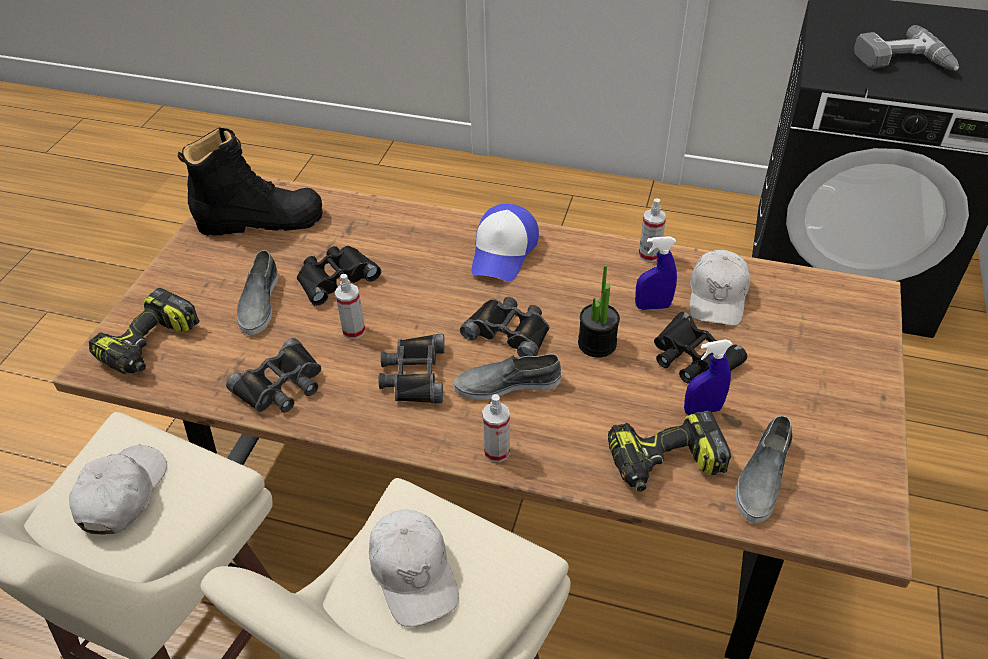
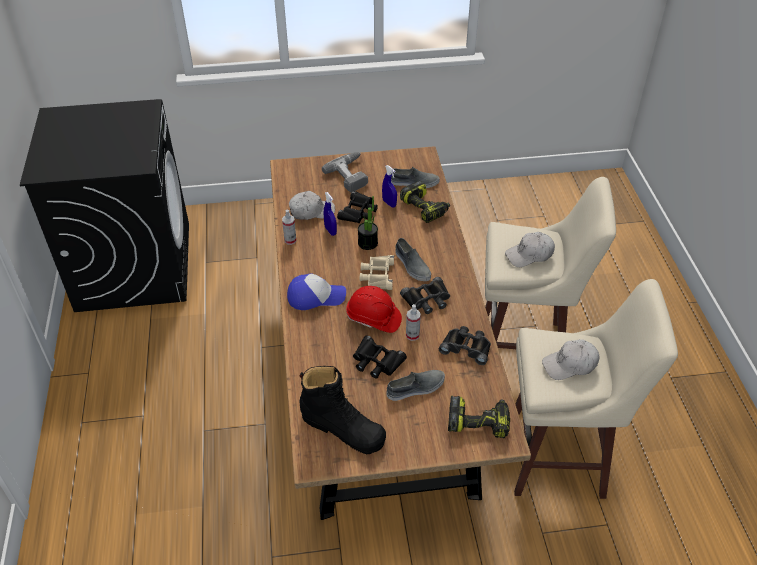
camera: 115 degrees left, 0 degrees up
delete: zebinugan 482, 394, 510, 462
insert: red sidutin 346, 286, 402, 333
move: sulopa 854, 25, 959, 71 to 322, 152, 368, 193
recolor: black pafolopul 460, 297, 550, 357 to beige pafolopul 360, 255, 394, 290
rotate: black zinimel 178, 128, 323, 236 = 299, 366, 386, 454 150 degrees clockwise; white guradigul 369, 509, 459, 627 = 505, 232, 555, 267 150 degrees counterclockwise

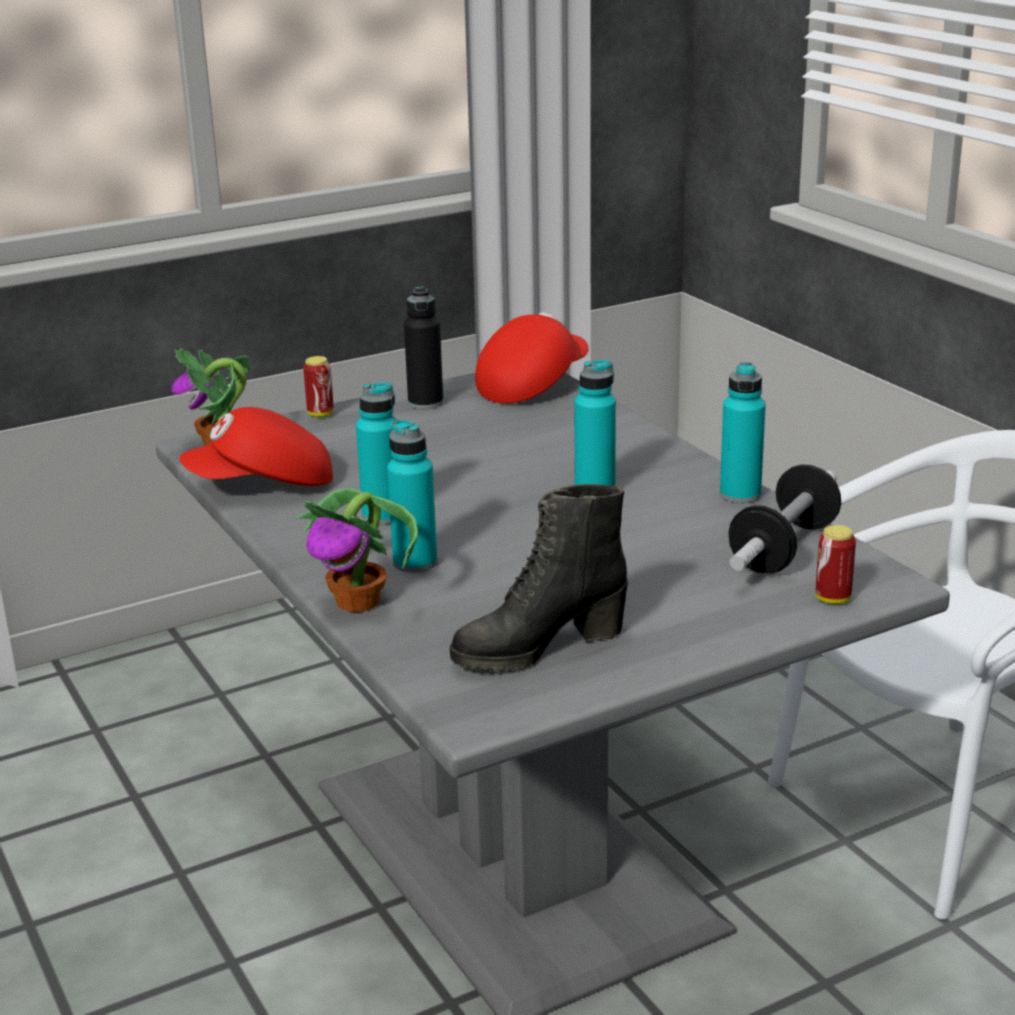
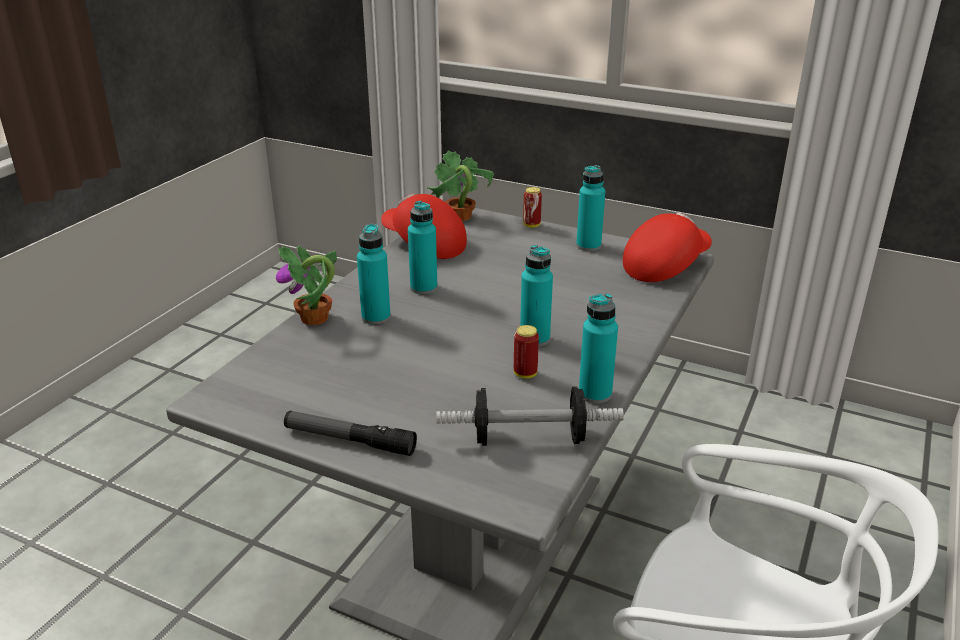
camera: 55 degrees right, 5 degrees up
delete: black zinimel 450, 484, 628, 671
insert: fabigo 284, 411, 417, 456
move: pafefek 816, 525, 856, 604 to 514, 325, 539, 379
recolor: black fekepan 404, 287, 443, 409 to turquoise fekepan 576, 165, 605, 251
rotate: red guradigul 475, 312, 589, 404 = 623, 213, 712, 282 45 degrees counterclockwise

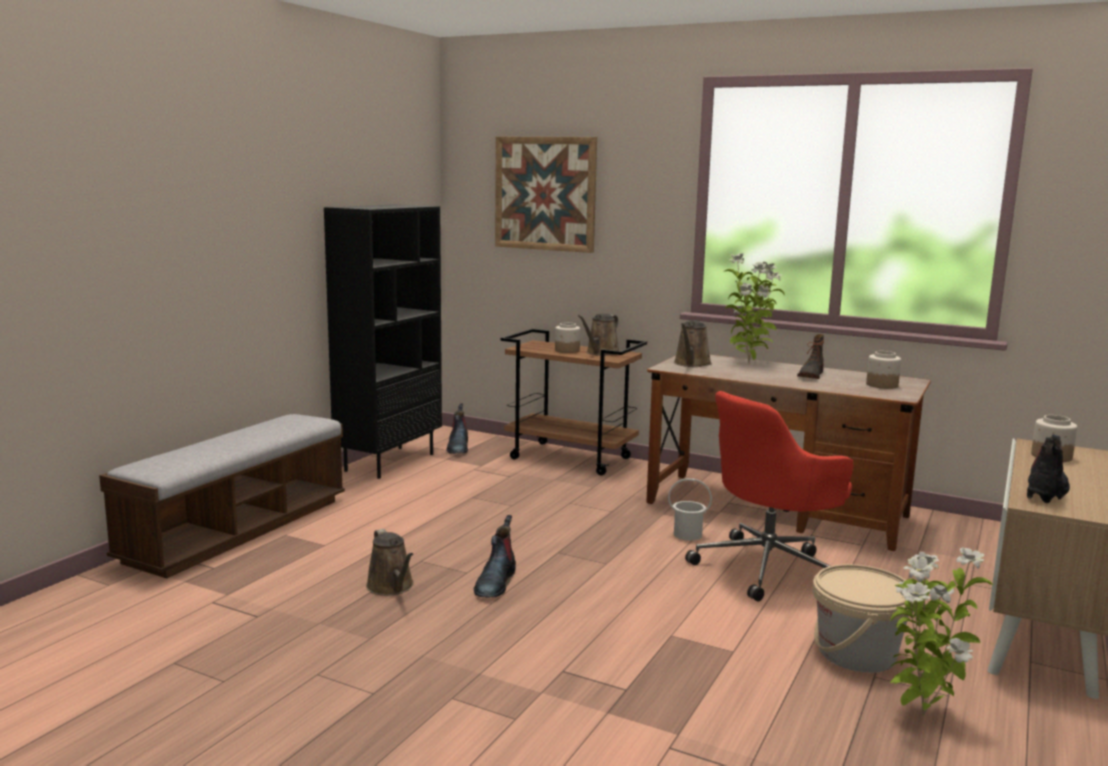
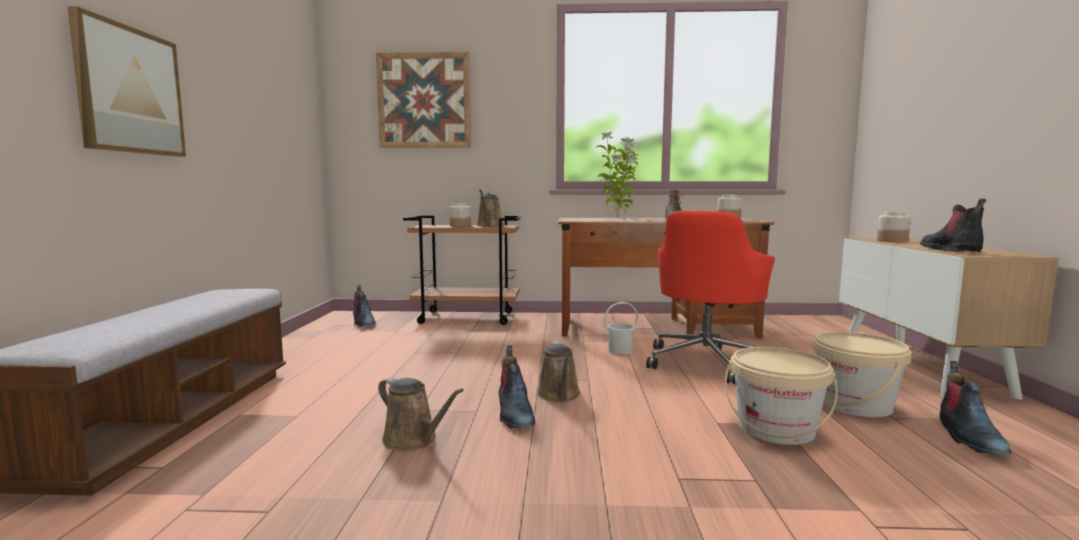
camera: 25 degrees left, 5 degrees down
delete: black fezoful 324, 204, 442, 479
insert: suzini 67, 6, 186, 157; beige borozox 725, 347, 838, 445
move: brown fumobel 674, 320, 712, 367 to 537, 342, 581, 402
replace: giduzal 890, 547, 994, 716 to zinimel 939, 361, 1012, 455

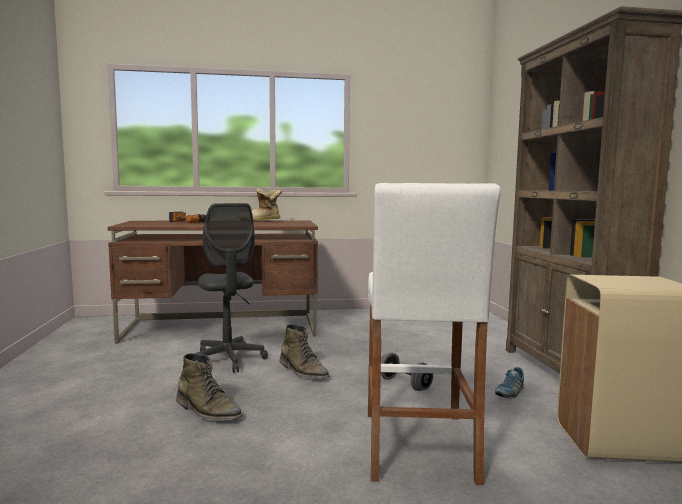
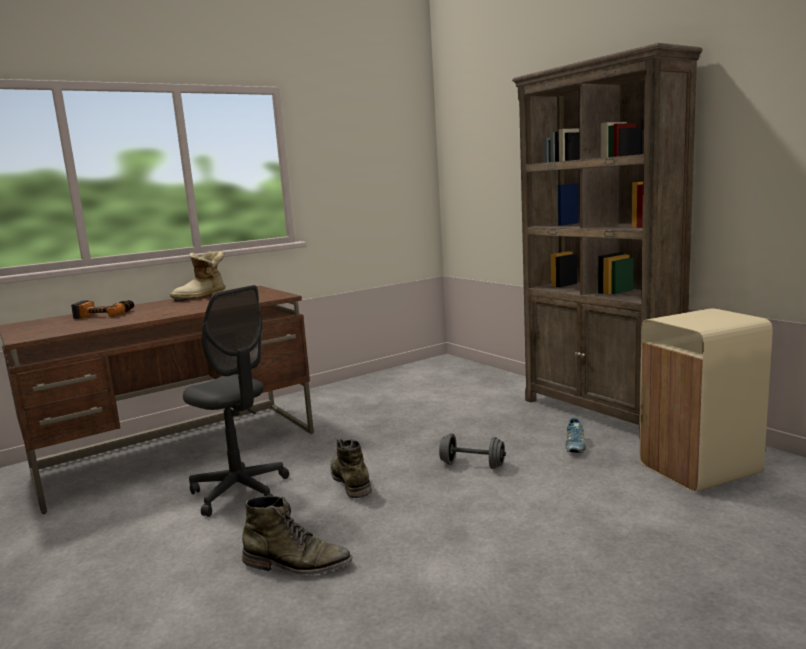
camera: 25 degrees left, 5 degrees up
delete: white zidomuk 368, 183, 500, 485
rotate: green zinimel 280, 324, 330, 379 = 330, 439, 372, 498 135 degrees counterclockwise

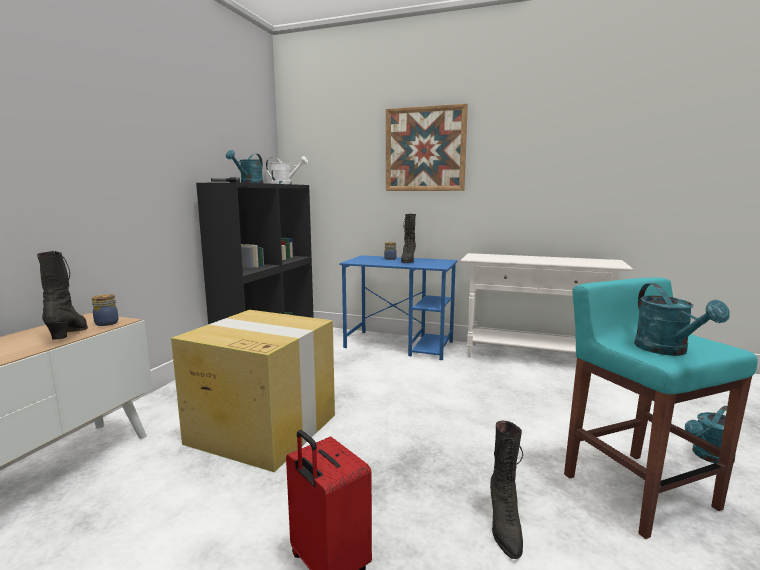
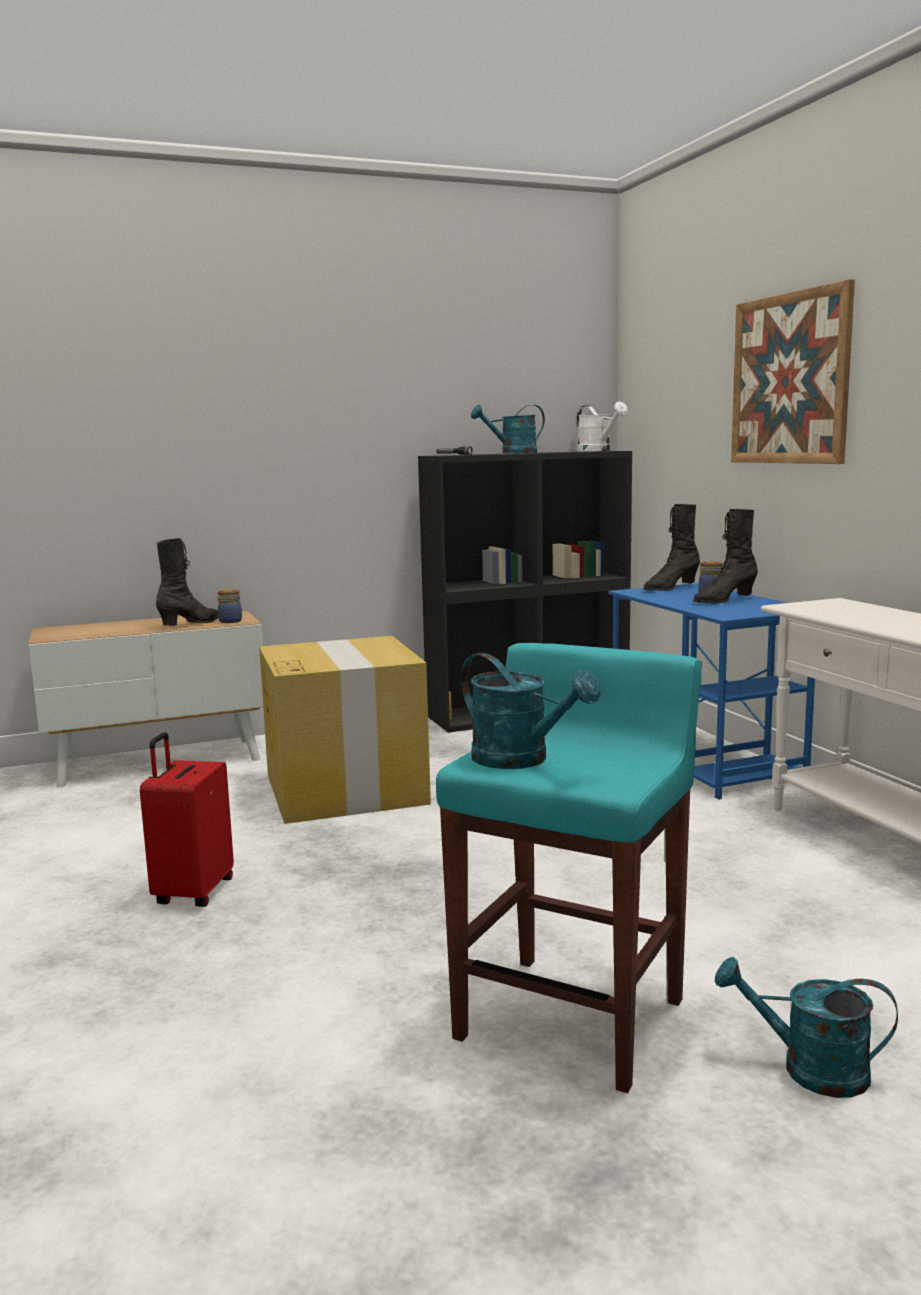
camera: 50 degrees right, 0 degrees up
move: black zinimel 490, 421, 523, 559 to 643, 504, 700, 591
rotate: turquoise fumobel 634, 283, 730, 356 = 461, 653, 601, 769 90 degrees counterclockwise

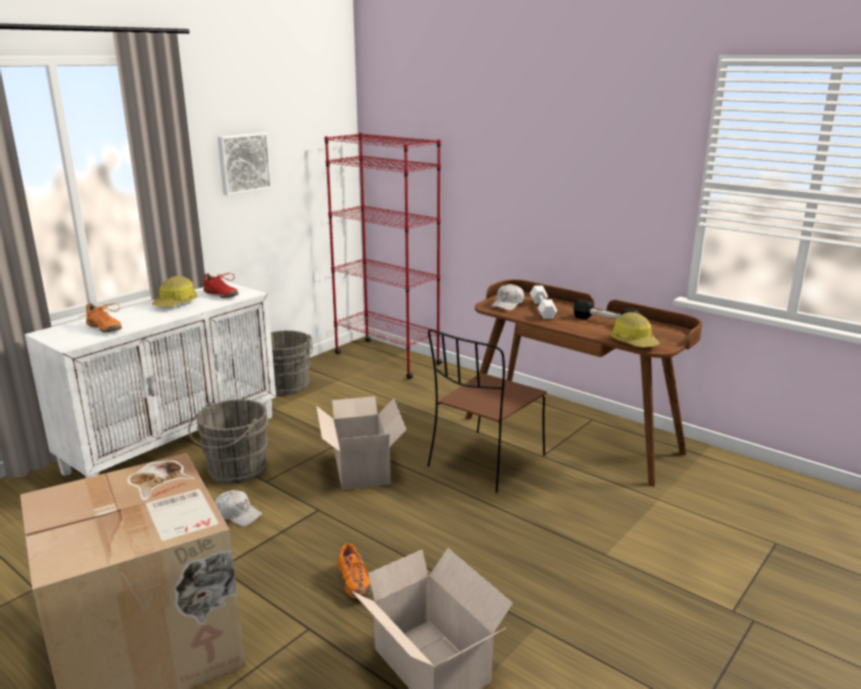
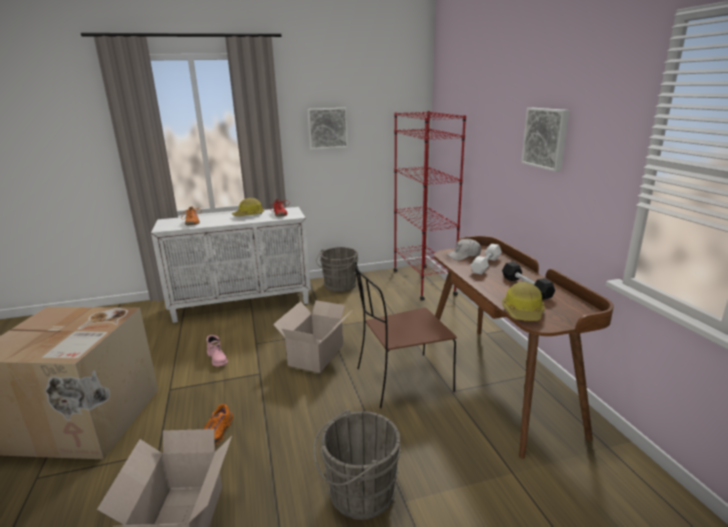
camera: 35 degrees right, 0 degrees up
insert: suzini 521, 108, 569, 172
move: grey borozox 188, 399, 268, 484 to 314, 410, 401, 520
replace: white guradigul 215, 490, 263, 526 to pink zinimel 206, 335, 228, 366

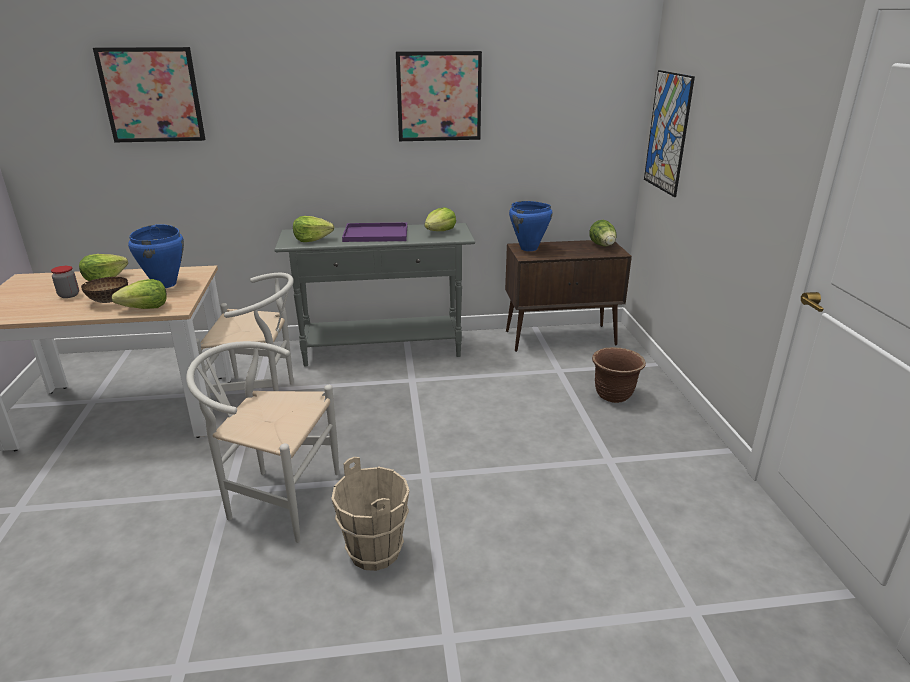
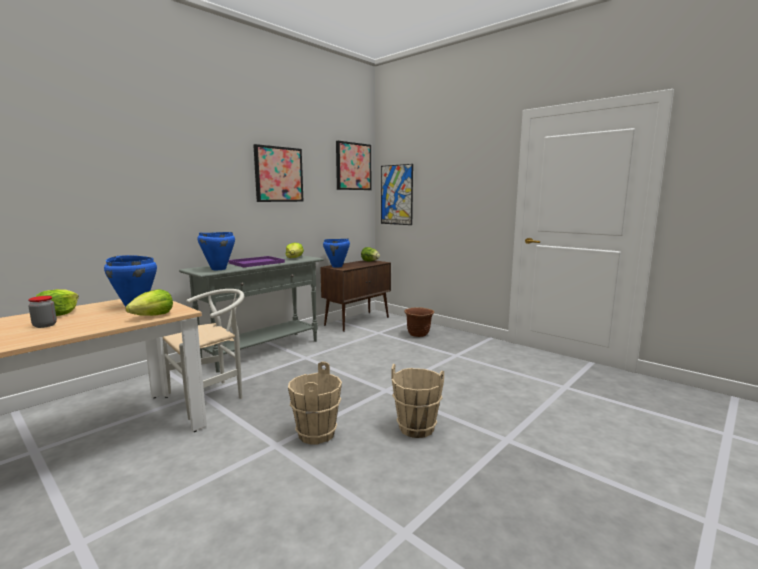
camera: 40 degrees left, 15 degrees down
delete: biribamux 81, 277, 128, 303
move: suzini 93, 47, 205, 143 to 336, 141, 371, 190
replace: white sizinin 186, 341, 339, 543 to beige borozox 288, 362, 342, 444; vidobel 293, 216, 334, 242 to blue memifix 197, 232, 235, 270

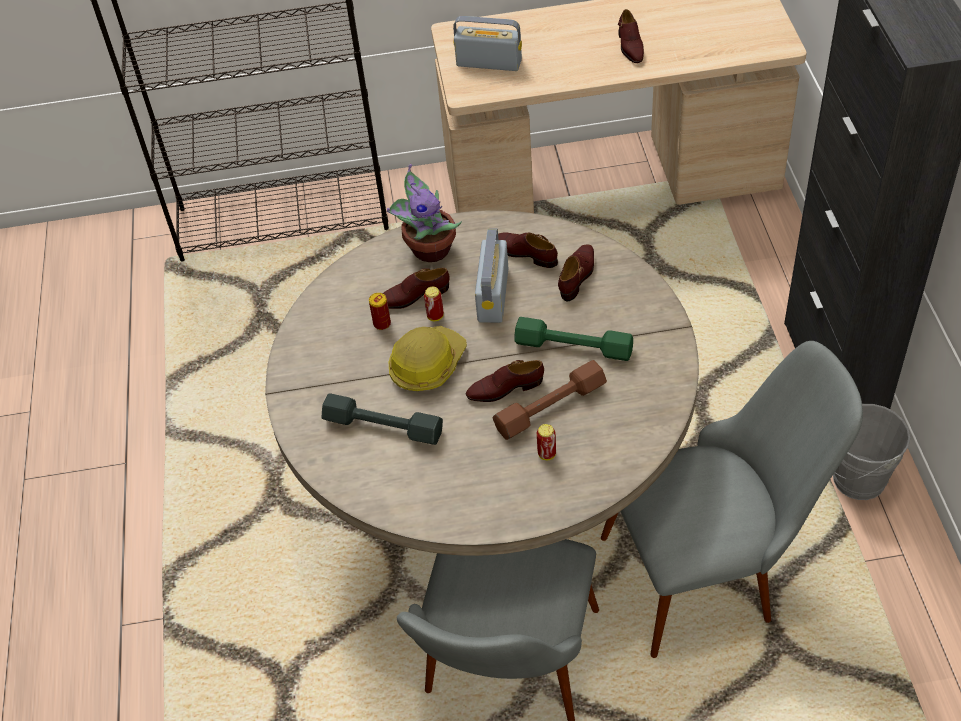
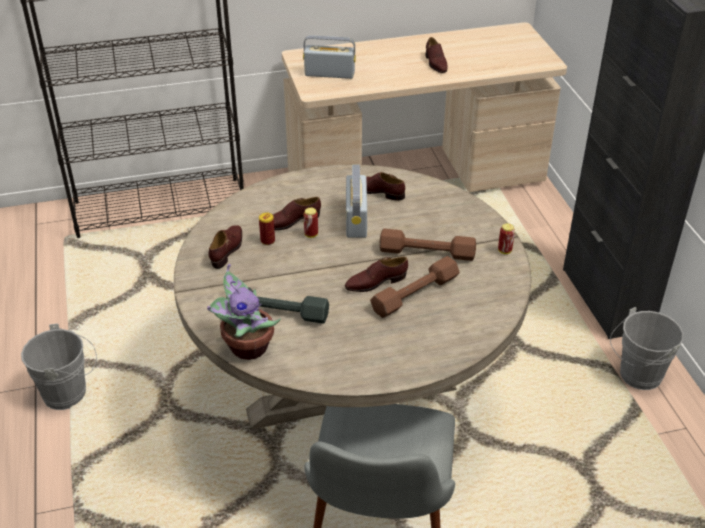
camera: 10 degrees left, 10 degrees down
delete: sidutin 389, 326, 467, 391; grey sizinin 601, 341, 863, 658
insert: grey borozox 21, 324, 97, 410
move: giduzal 387, 164, 462, 262 to 207, 264, 281, 360; pafefek 537, 424, 556, 460 to 498, 223, 515, 254; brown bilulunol 558, 245, 594, 301 to 208, 225, 242, 269
recolor: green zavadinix 514, 317, 633, 361 to brown zavadinix 379, 229, 476, 261

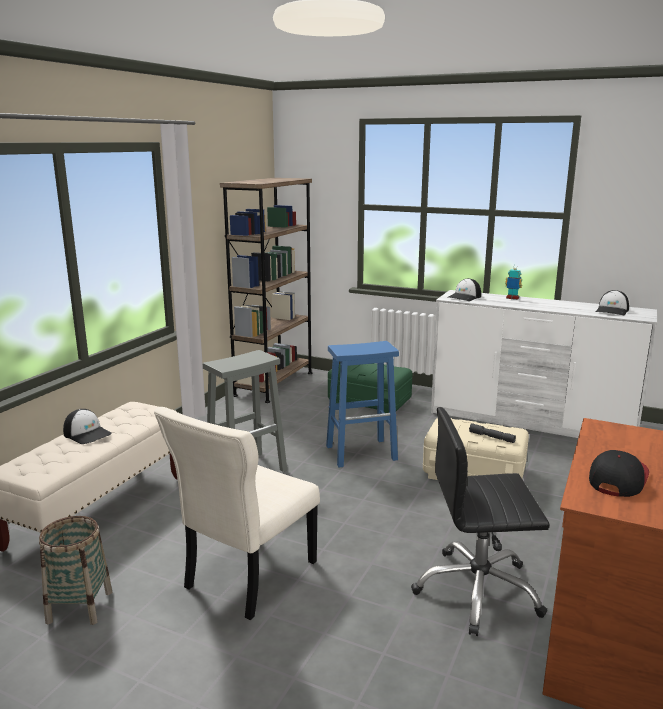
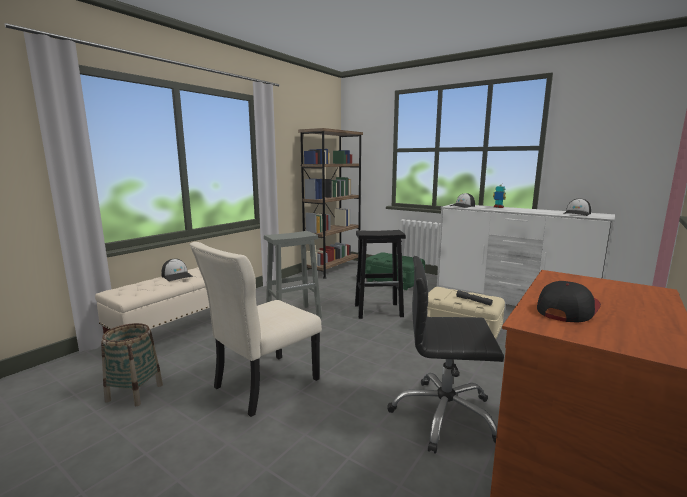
camera: 10 degrees right, 5 degrees down
recolor: blue zidomuk 326, 341, 399, 468 to black zidomuk 355, 230, 406, 319

